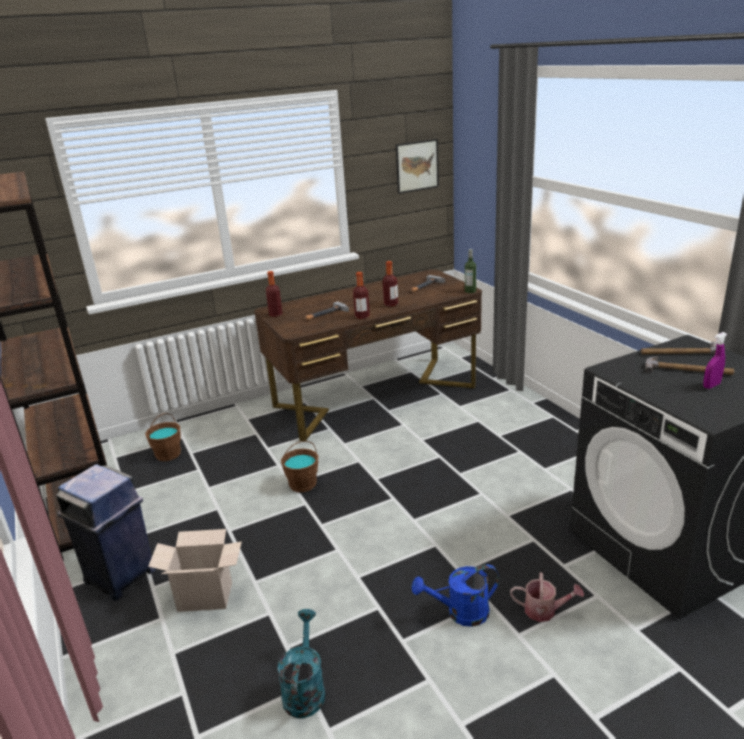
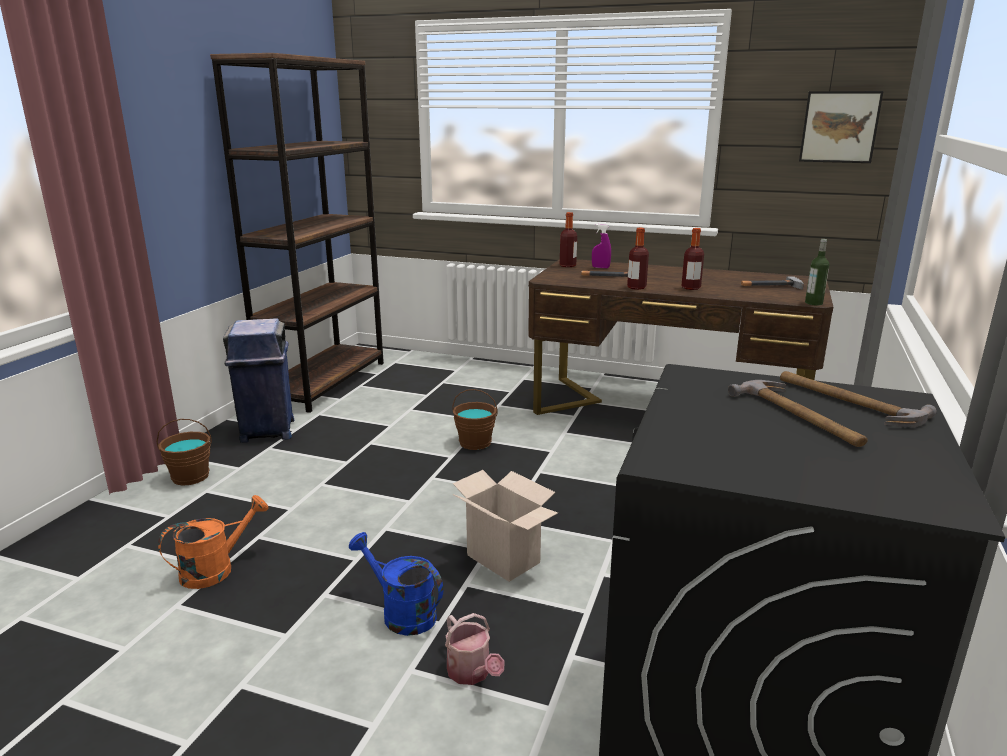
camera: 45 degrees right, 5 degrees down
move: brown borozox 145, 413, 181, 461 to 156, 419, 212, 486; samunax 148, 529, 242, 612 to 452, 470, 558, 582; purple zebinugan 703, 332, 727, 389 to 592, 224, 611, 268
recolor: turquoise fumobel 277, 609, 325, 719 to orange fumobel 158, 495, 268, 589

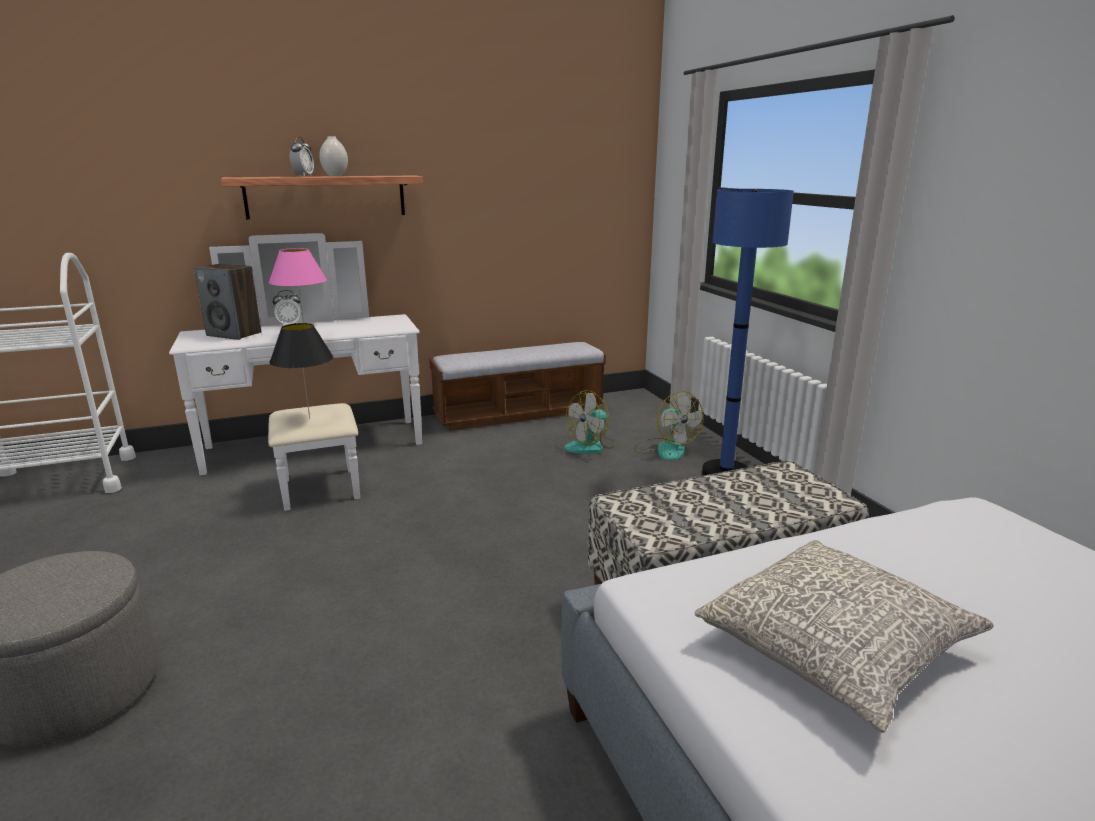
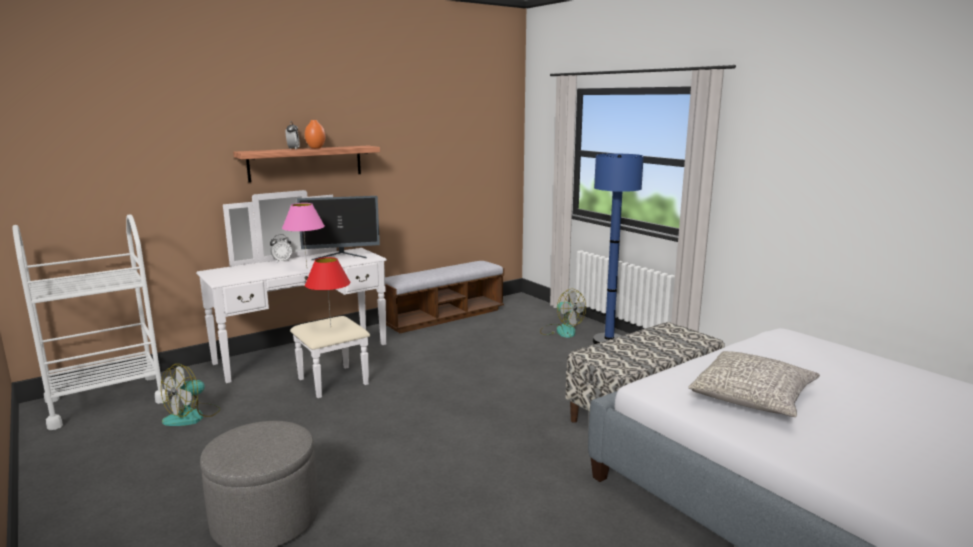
camera: 15 degrees left, 5 degrees down
delete: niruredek 194, 264, 262, 340
insert: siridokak 297, 196, 380, 260
move: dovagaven 564, 390, 617, 454 to 161, 364, 221, 426
recolor: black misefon 269, 323, 333, 419 to red misefon 305, 257, 350, 326; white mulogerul 319, 136, 348, 176 to orange mulogerul 305, 120, 326, 149

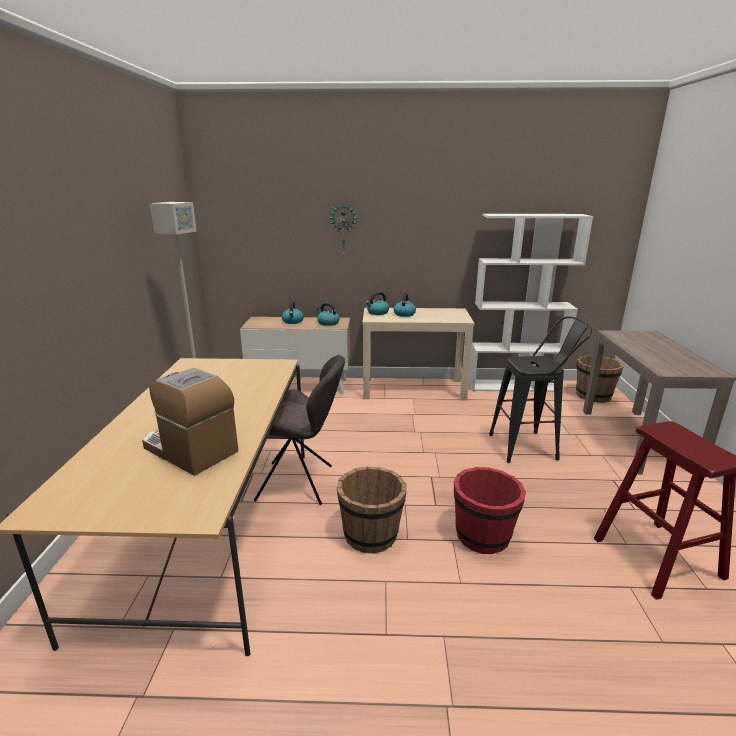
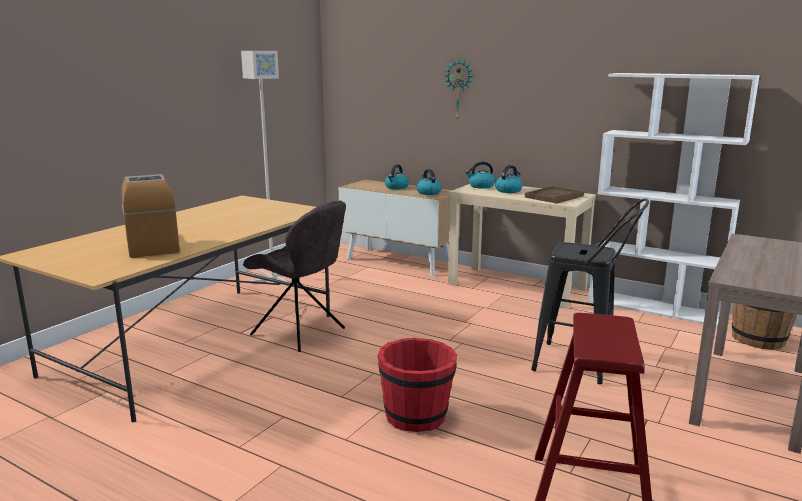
camera: 30 degrees right, 5 degrees down
delete: brown borozox 337, 467, 407, 554
insert: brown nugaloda 525, 186, 584, 204

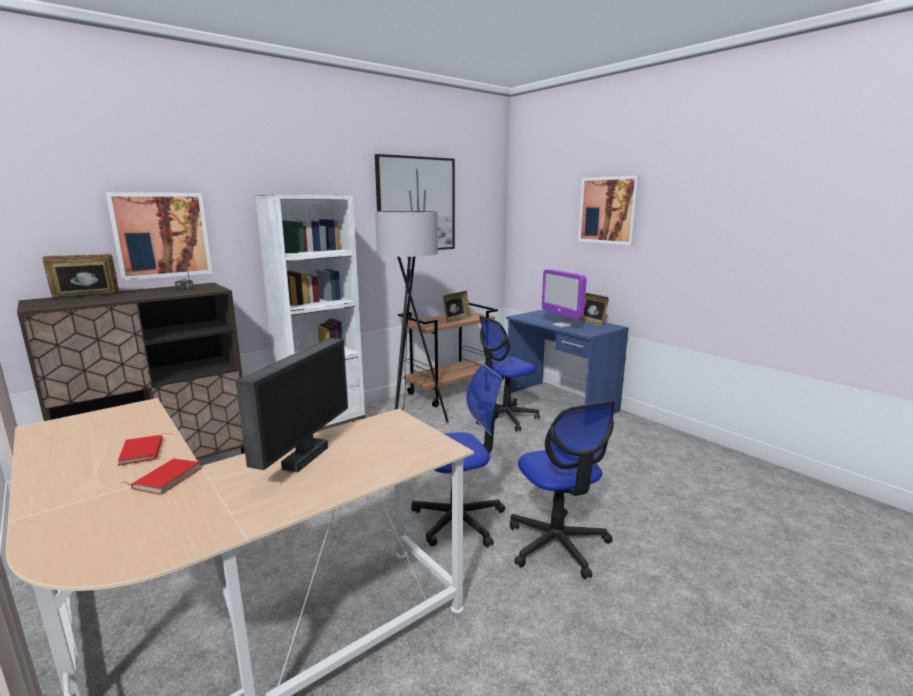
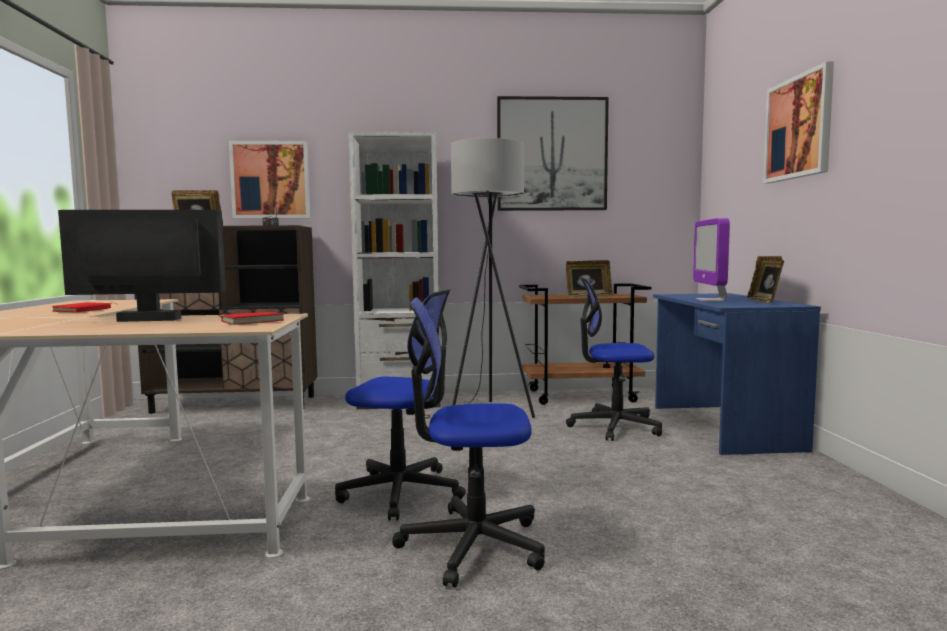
camera: 35 degrees right, 10 degrees down
move: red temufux 122, 459, 201, 495 to 218, 312, 284, 325
rotate: siridokak 236, 338, 348, 473 = 58, 210, 226, 322 150 degrees counterclockwise; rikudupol 510, 401, 616, 579 = 392, 297, 545, 588 75 degrees clockwise

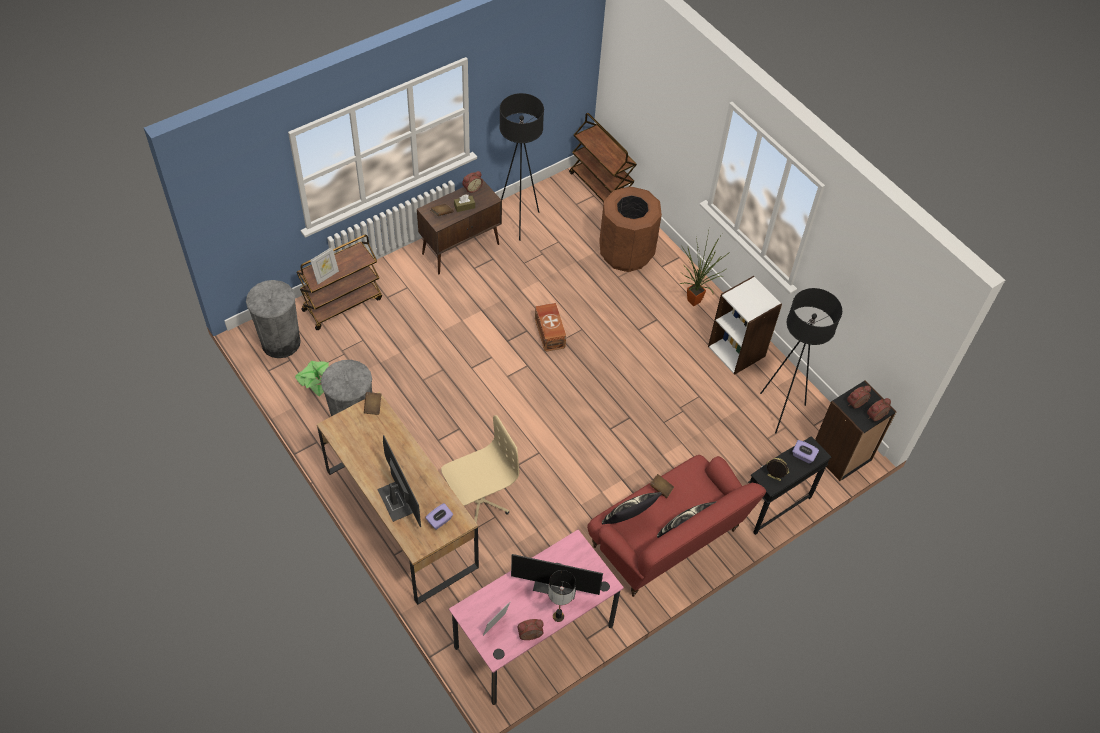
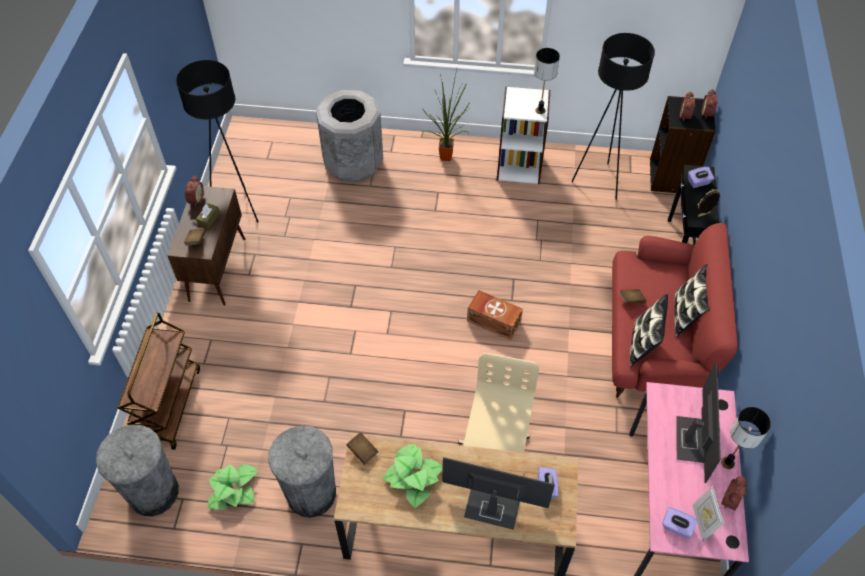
camera: 45 degrees left, 0 degrees up
delete: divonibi 310, 247, 339, 284; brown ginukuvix 569, 113, 637, 202
insert: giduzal 383, 444, 443, 508; misefon 534, 48, 560, 114; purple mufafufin 662, 507, 698, 538
move: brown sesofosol 535, 303, 566, 352 to 467, 290, 523, 340
recolor: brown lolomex 599, 186, 662, 272 to grey lolomex 316, 90, 383, 183
rotate: siridokak 511, 554, 603, 599 = 676, 363, 721, 483 45 degrees counterclockwise

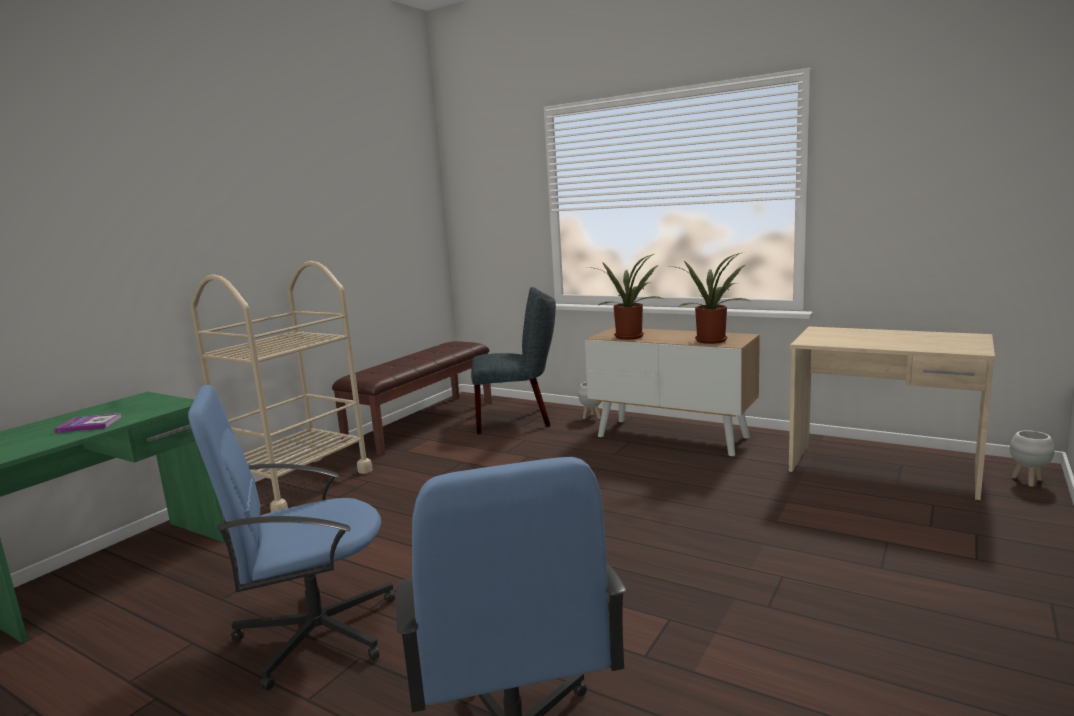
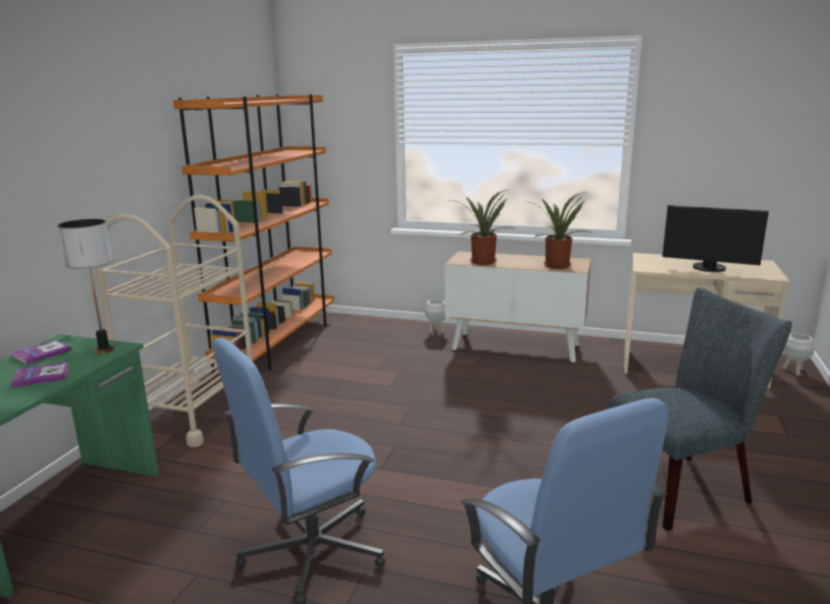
camera: 15 degrees left, 5 degrees up
insert: temufux 12, 340, 72, 365; misefon 57, 219, 114, 354; siridokak 662, 205, 769, 272
move: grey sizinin 471, 287, 556, 434 to 610, 287, 792, 531
replace: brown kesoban 332, 341, 492, 456 to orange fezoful 173, 94, 334, 373

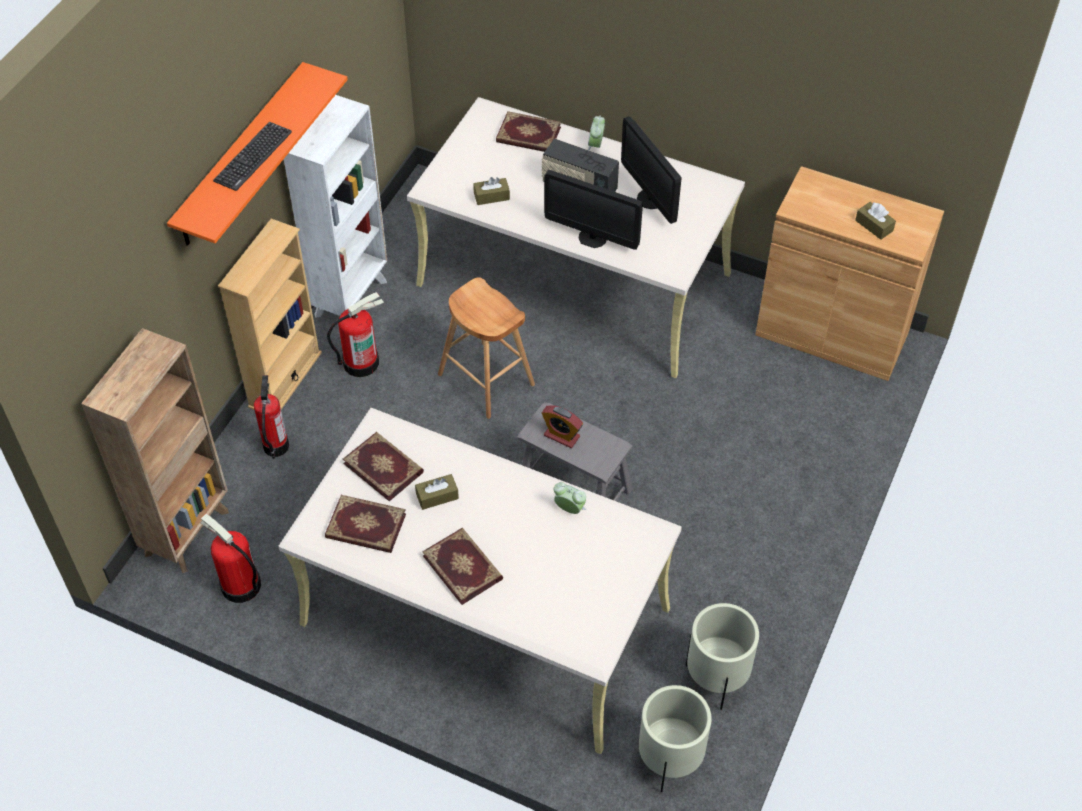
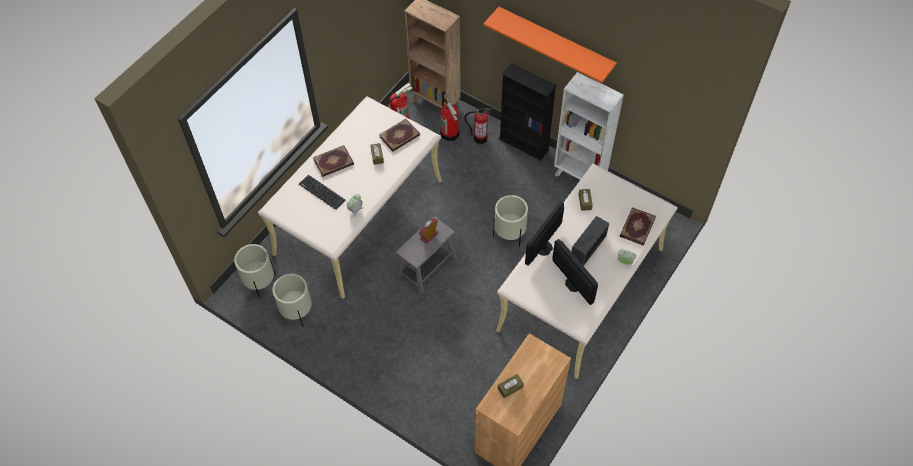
camera: 100 degrees right, 5 degrees up
delete: temufux 325, 495, 406, 553
move: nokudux 213, 122, 292, 191 to 299, 175, 346, 210; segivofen 327, 292, 384, 377 to 440, 99, 459, 141
replace: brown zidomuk 438, 277, 535, 419 to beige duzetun 493, 195, 528, 247
recolor: beige fezoful 218, 219, 322, 410 to black fezoful 499, 63, 557, 161
rotate: siridokak 621, 116, 682, 224 = 552, 239, 598, 305 105 degrees counterclockwise

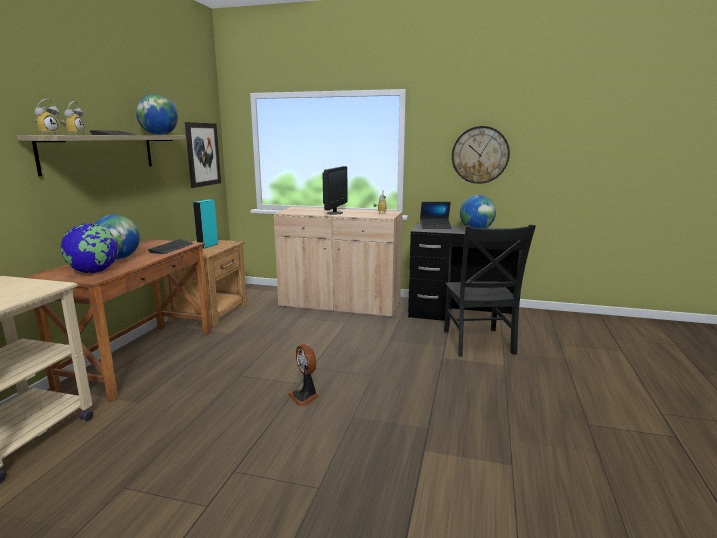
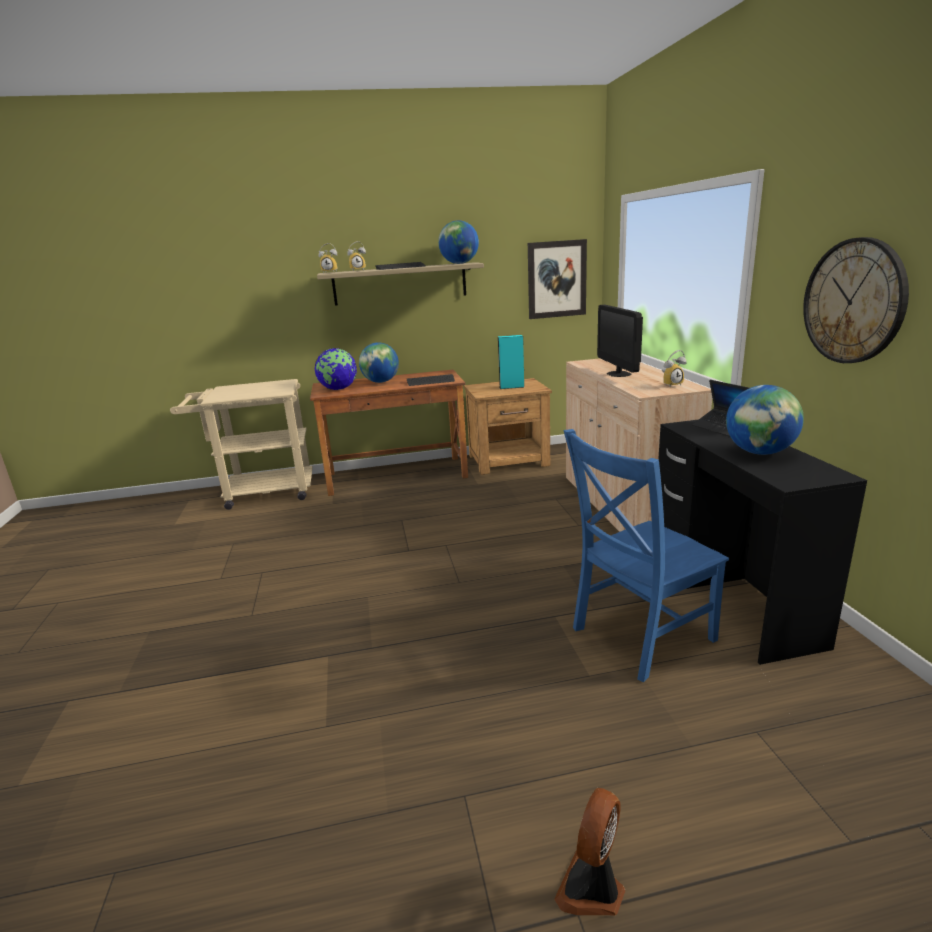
camera: 65 degrees right, 5 degrees up
move: dovagaven 288, 344, 319, 407 to 554, 788, 625, 916
recolor: black sizinin 444, 225, 536, 357 to blue sizinin 563, 429, 729, 682
rotate: siridokak 323, 166, 347, 215 = 597, 305, 643, 377 90 degrees clockwise

